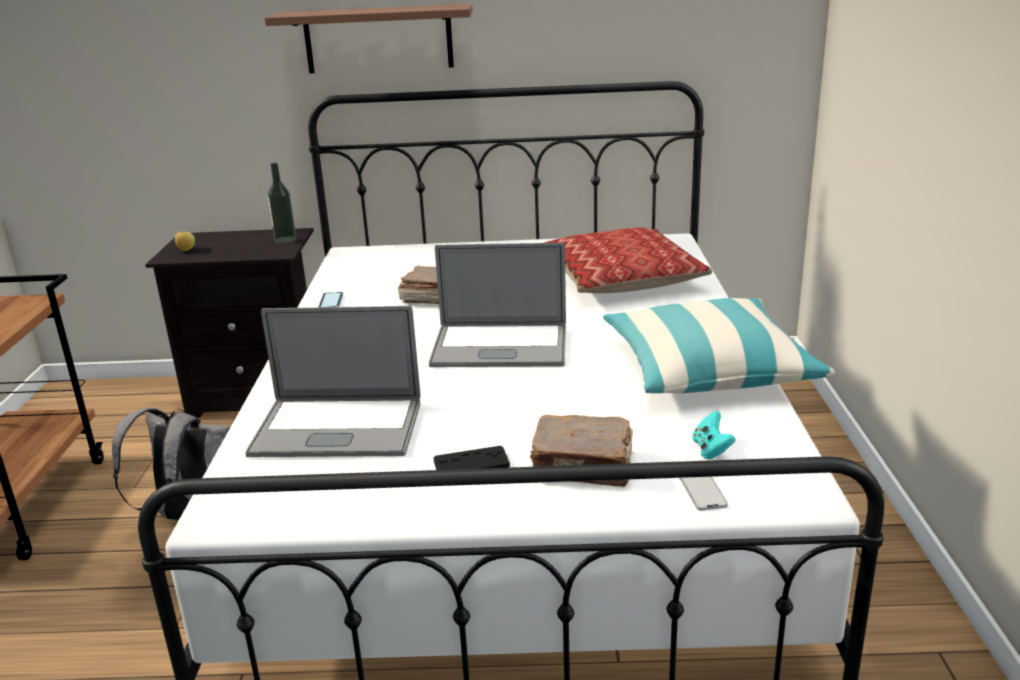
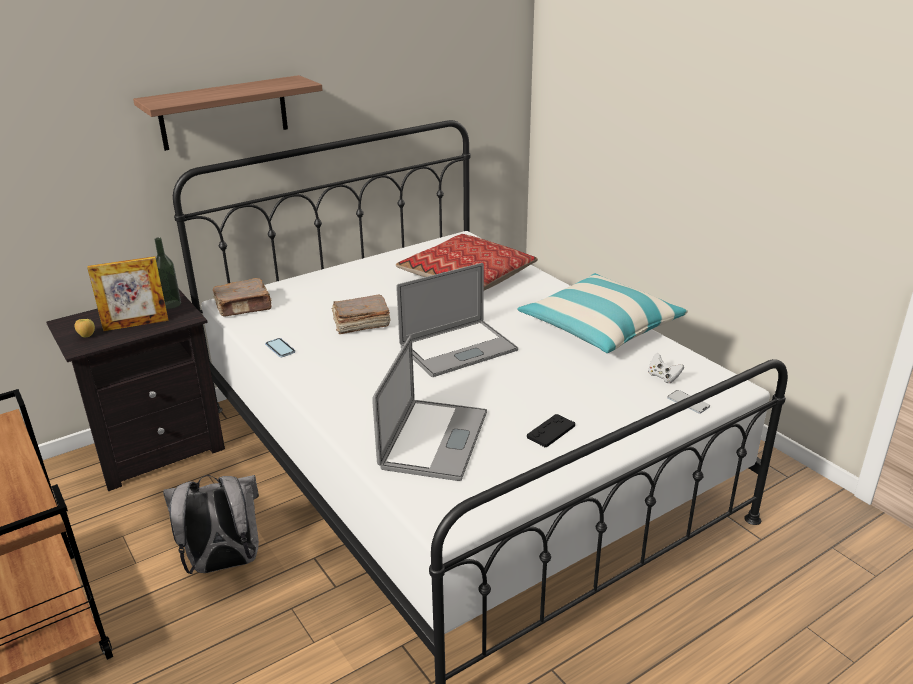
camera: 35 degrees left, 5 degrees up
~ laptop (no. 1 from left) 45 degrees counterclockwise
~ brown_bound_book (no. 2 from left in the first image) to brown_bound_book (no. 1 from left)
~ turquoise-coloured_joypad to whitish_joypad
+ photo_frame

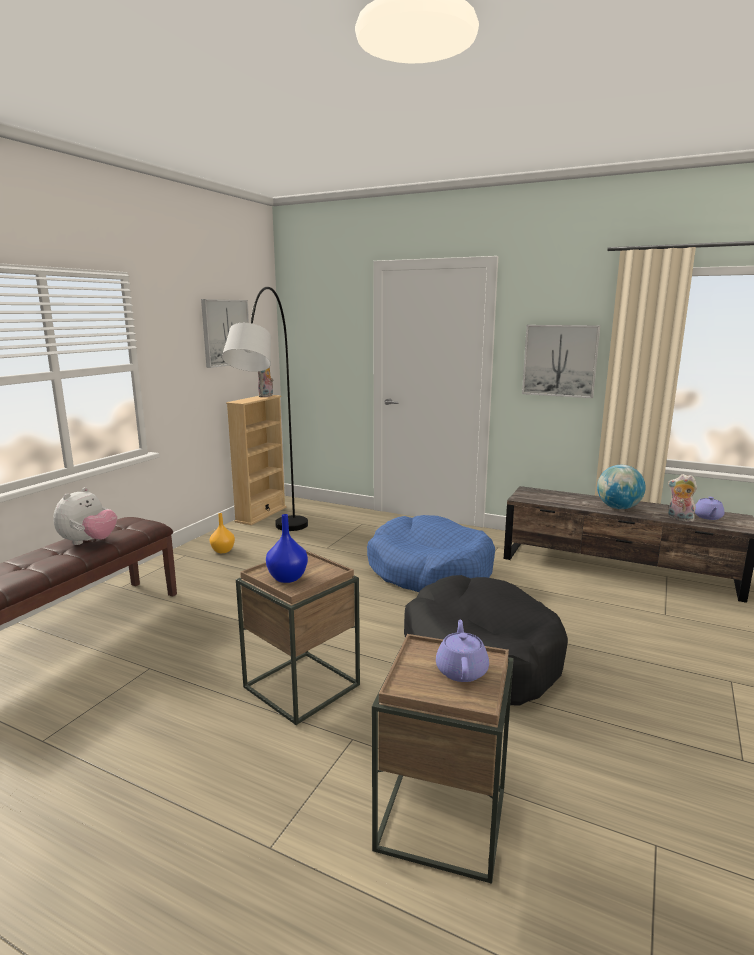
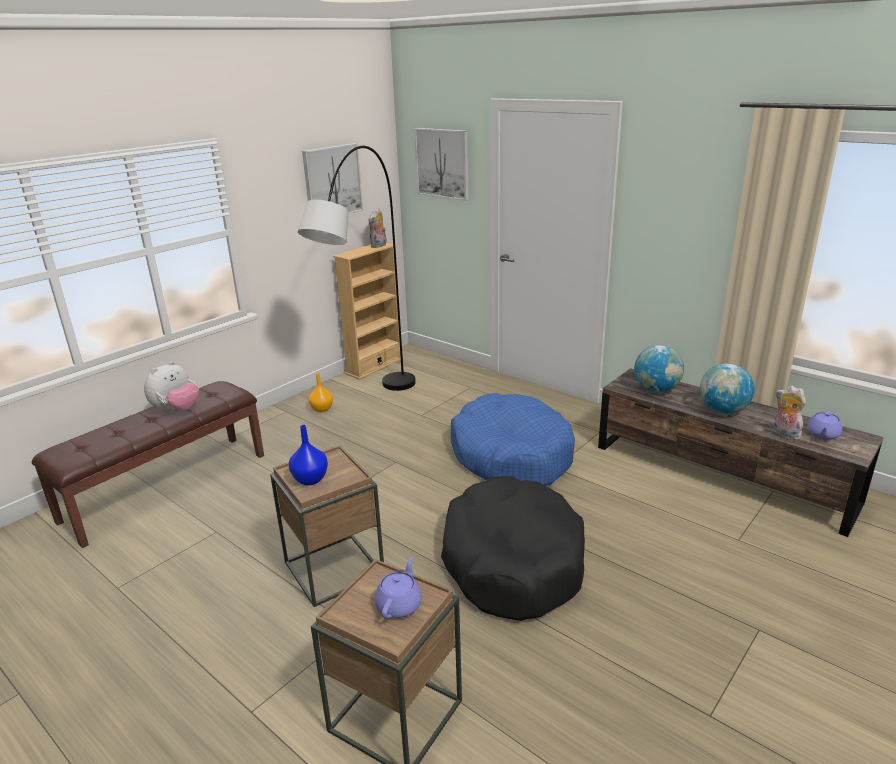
camera: 15 degrees right, 10 degrees up
~ wall_picture (no. 2 from left)
+ world_globe (no. 1 from left)

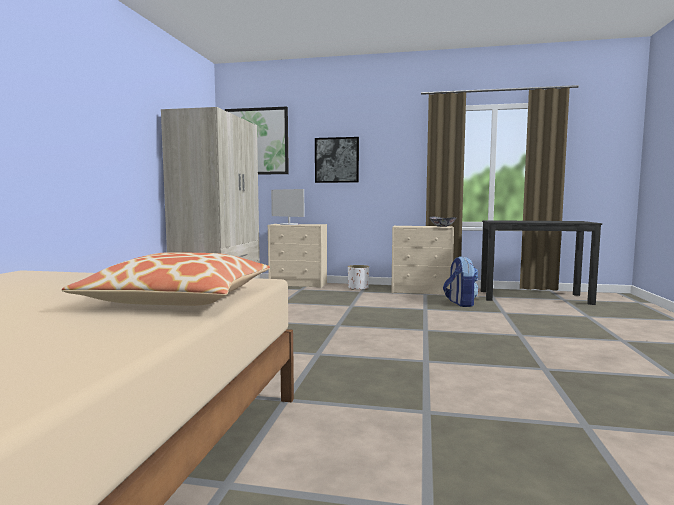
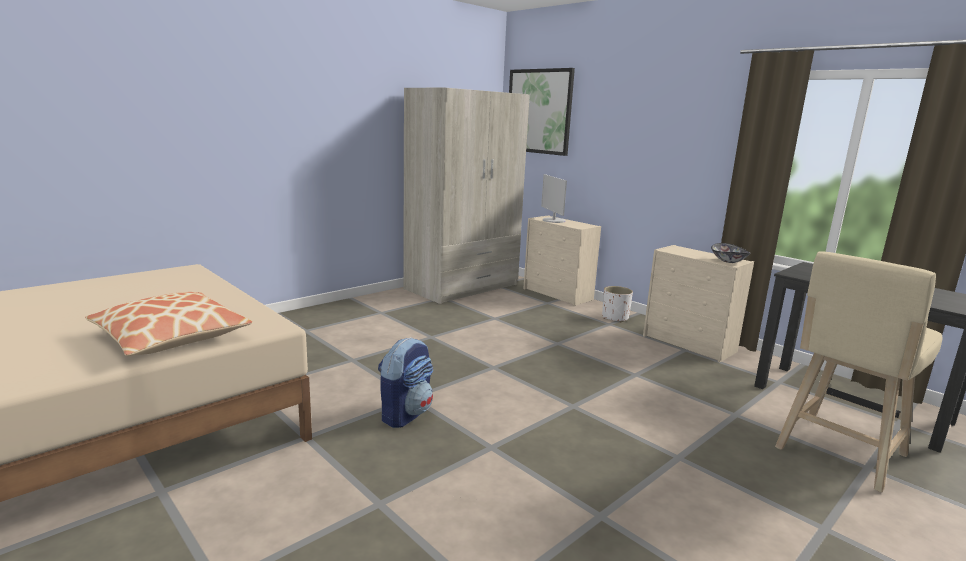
camera: 35 degrees right, 10 degrees up
- wall_picture (no. 2 from left)
~ rucksack
+ sand-coloured_stool_seat

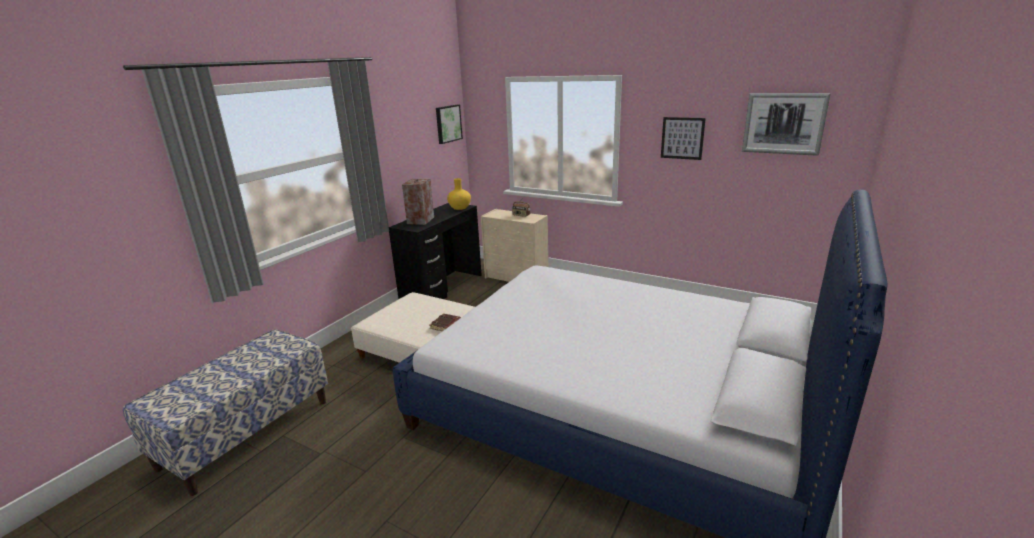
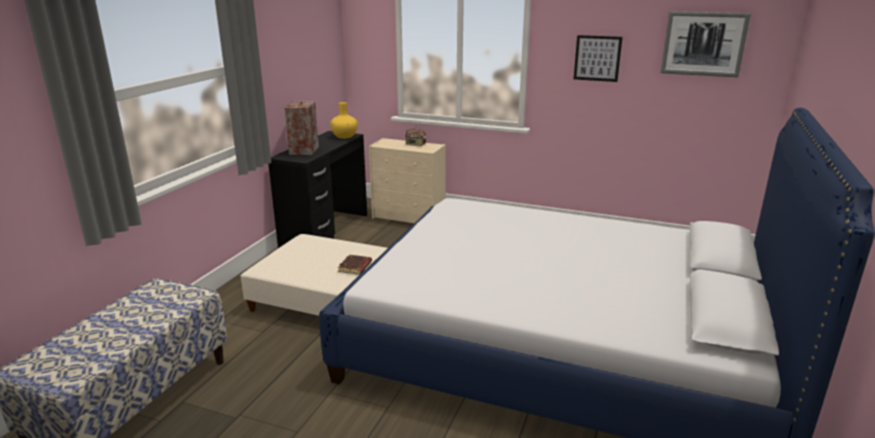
camera: 10 degrees left, 0 degrees up
- wall_picture (no. 1 from left)

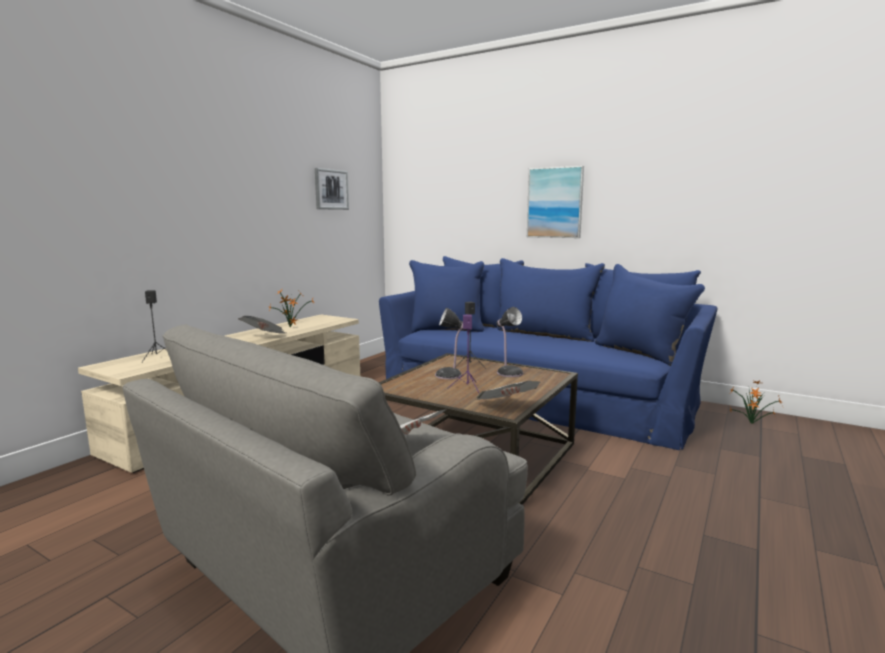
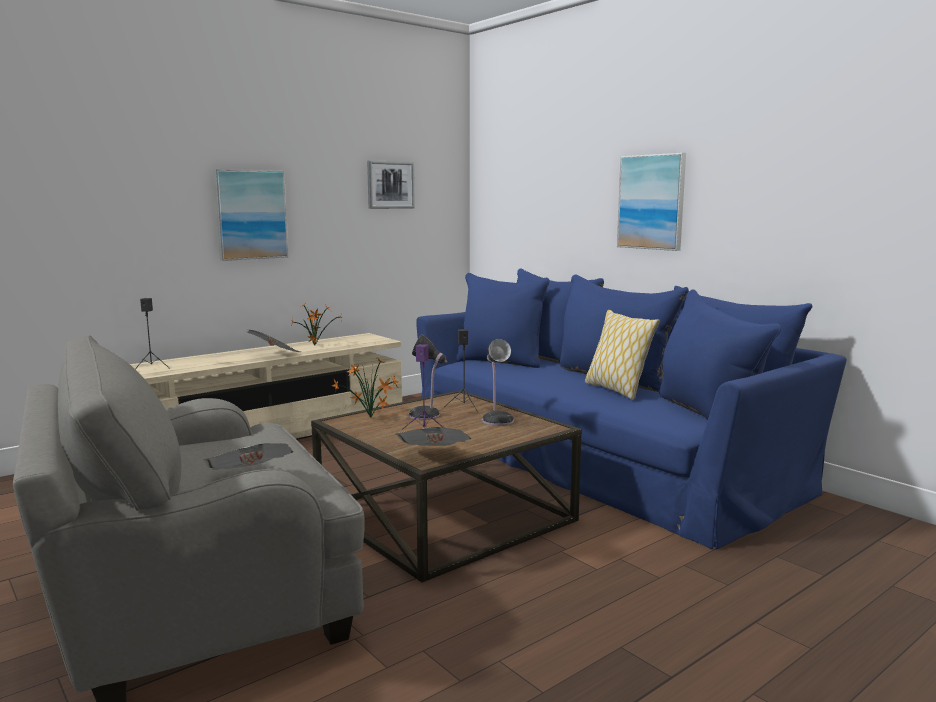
camera: 20 degrees right, 0 degrees up
~ houseplant (no. 2 from left)
+ wall_picture (no. 1 from left)
+ pillow

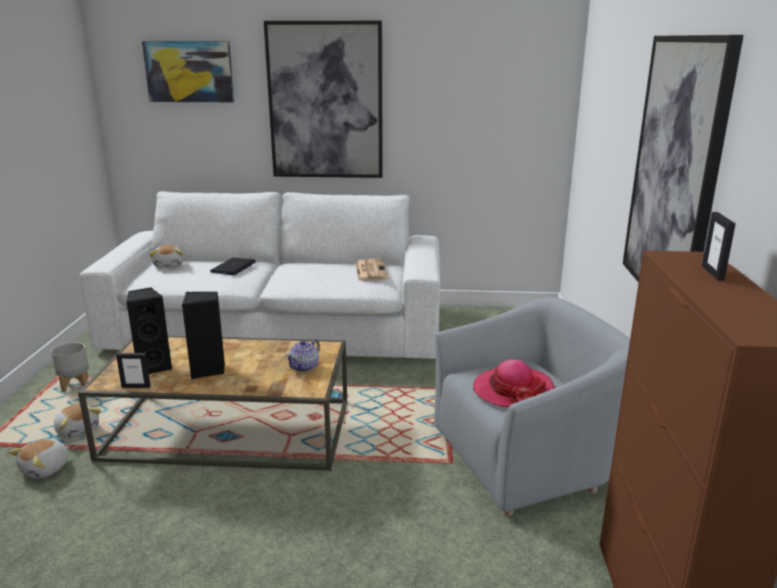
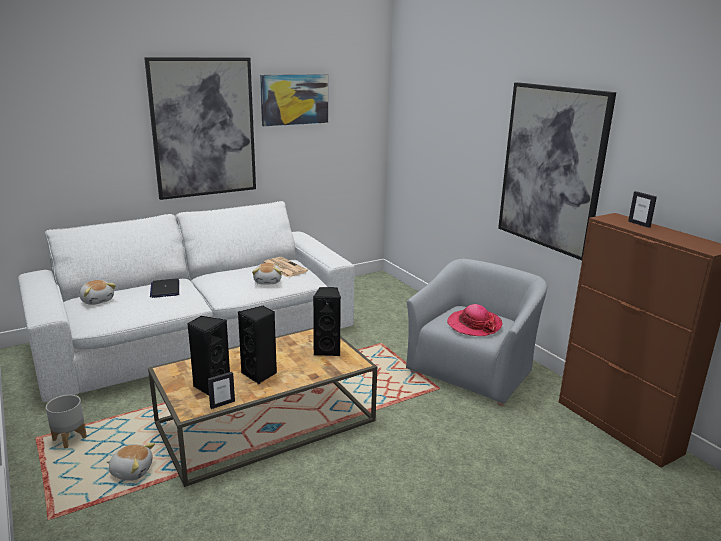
camera: 35 degrees left, 0 degrees up
~ plush_toy (no. 1 from left in the first image) to plush_toy (no. 3 from left)
~ wall_picture (no. 1 from left in the first image) to wall_picture (no. 2 from left)
~ pot_for_tea to black_speaker (no. 3 from left)

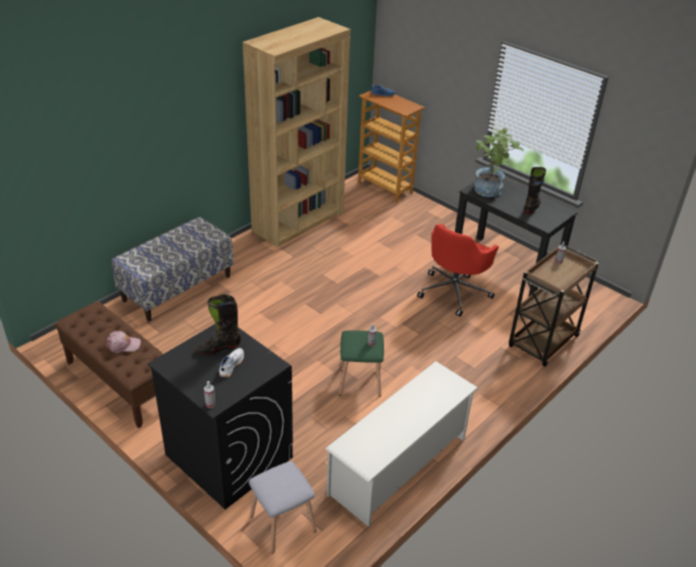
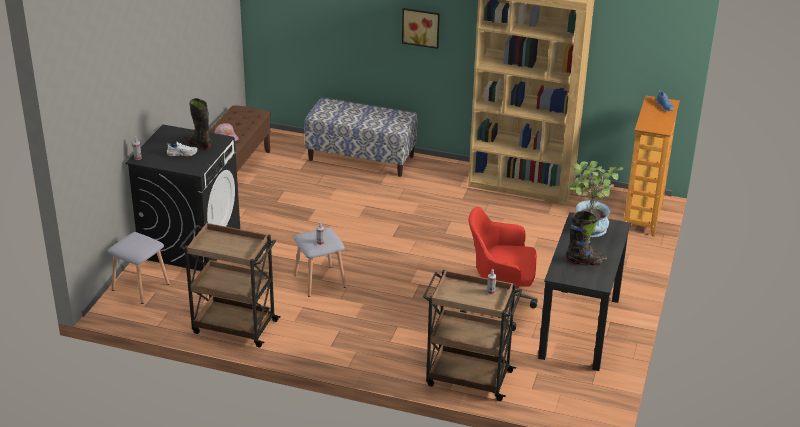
camera: 65 degrees right, 5 degrees down
~ whitish_shoe_rack to brown_trolley (no. 1 from left)
~ greenish_stool_seat to grey_stool_seat (no. 2 from left)
+ wall_picture

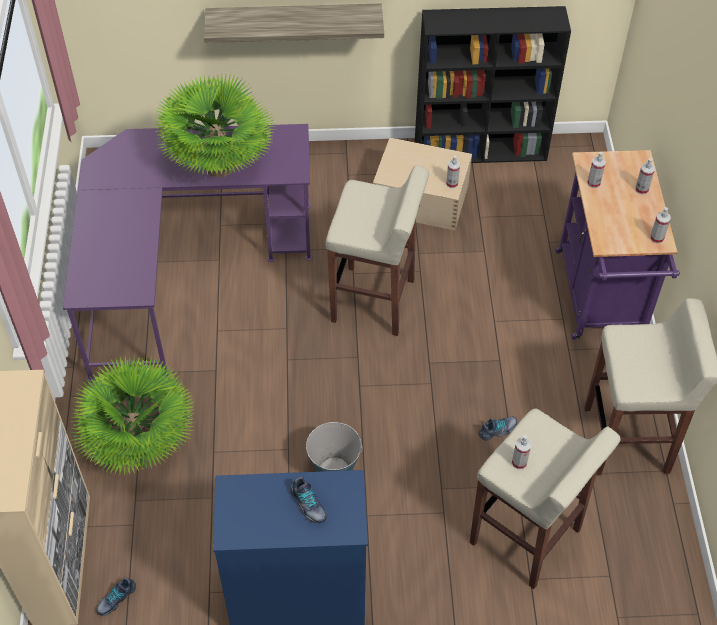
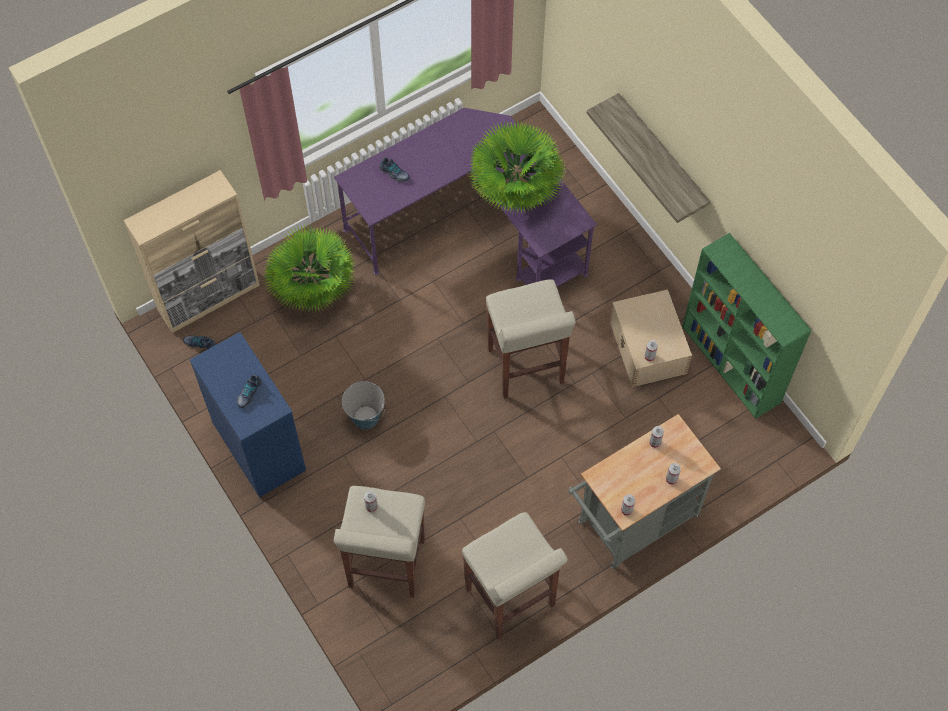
camera: 60 degrees right, 10 degrees up
~ black_shelving_unit to greenish_shelving_unit
~ low_shoe (no. 3 from left)
~ purple_trolley to grey_trolley

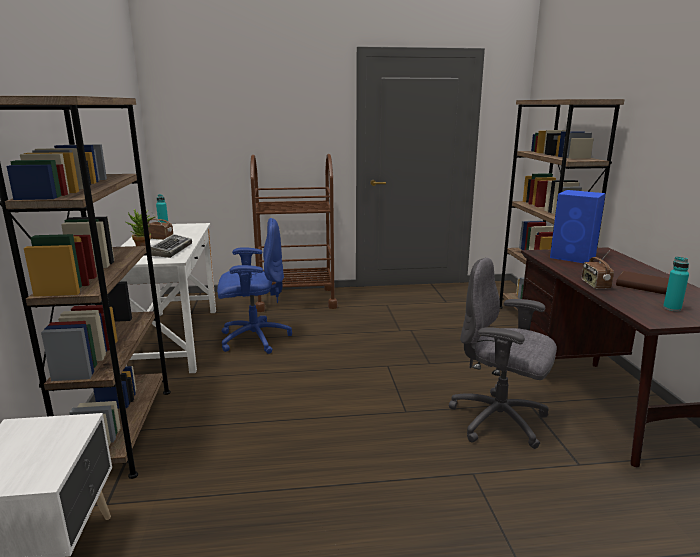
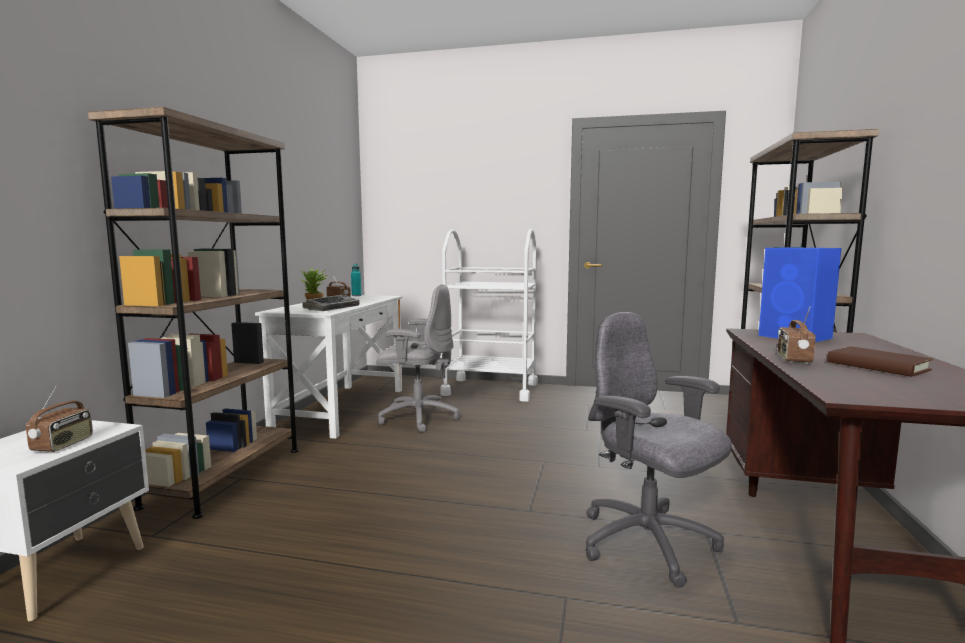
camera: 20 degrees right, 10 degrees down
~ blue-coloured_office_chair to grey_office_chair (no. 1 from left)
~ brown_trolley to whitish_trolley
- turquoise-coloured_bottle (no. 2 from left)
+ radio_set (no. 1 from left)

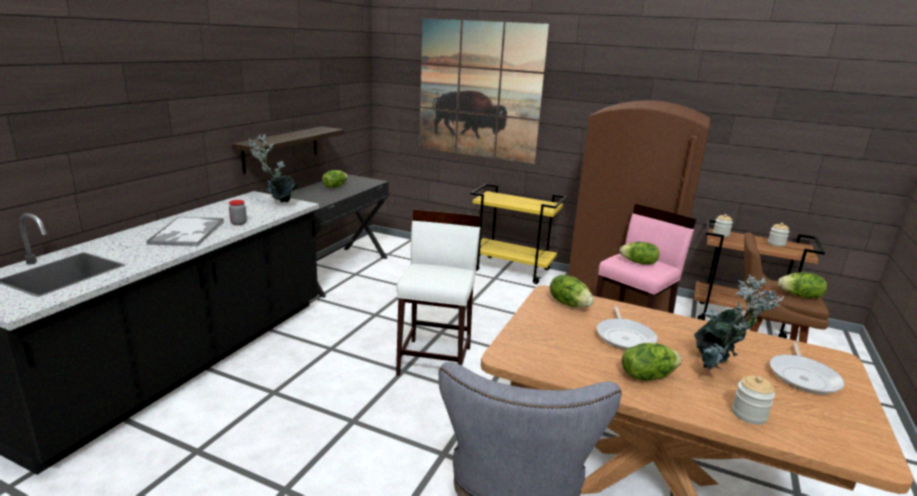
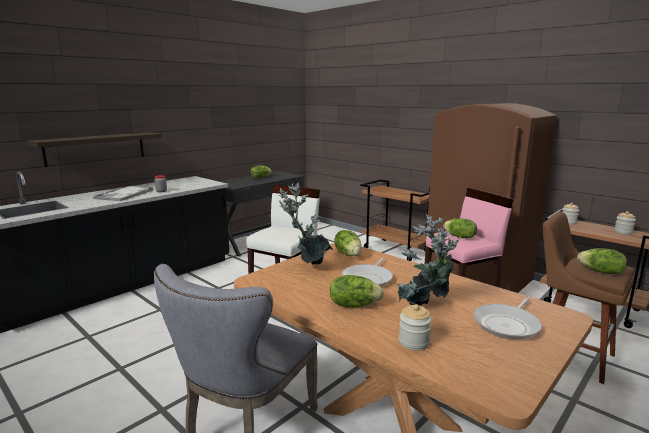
camera: 20 degrees right, 5 degrees down
~ bracket_shelf
~ houseplant (no. 1 from left)
- wall_picture
~ yellow_trolley to brown_trolley (no. 1 from left)

